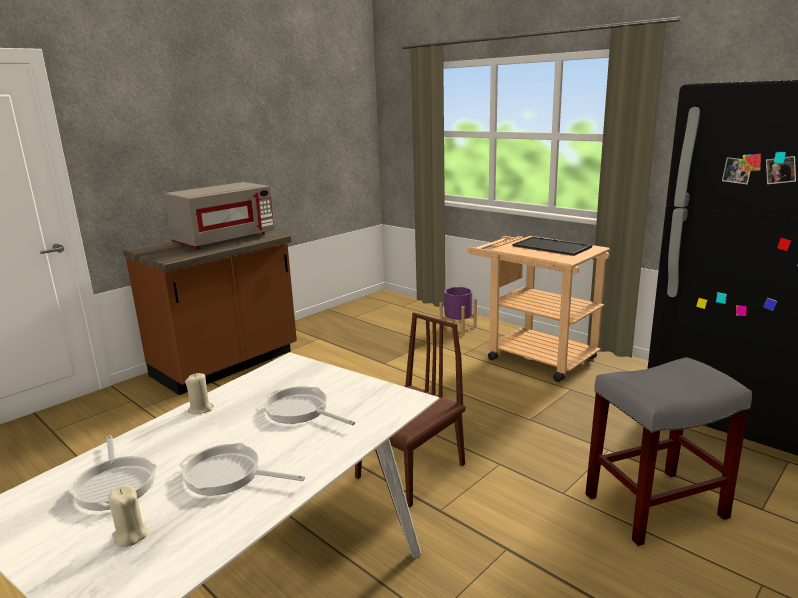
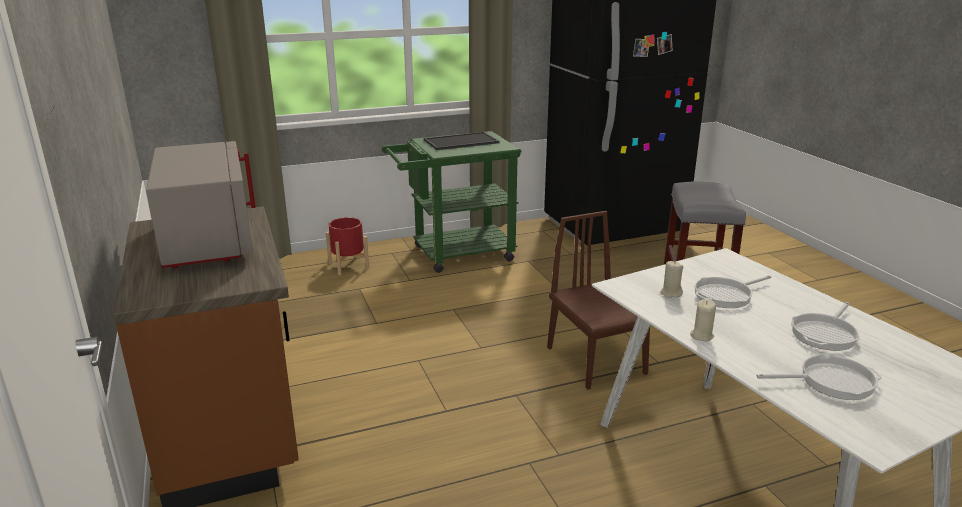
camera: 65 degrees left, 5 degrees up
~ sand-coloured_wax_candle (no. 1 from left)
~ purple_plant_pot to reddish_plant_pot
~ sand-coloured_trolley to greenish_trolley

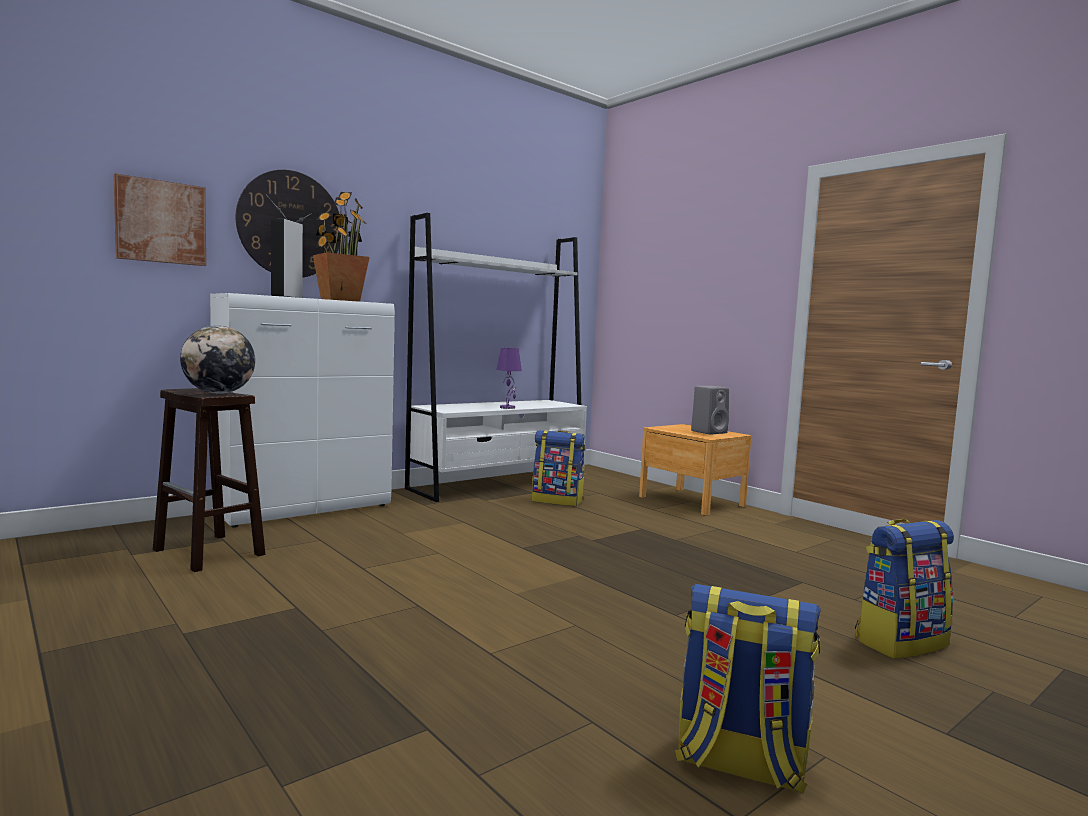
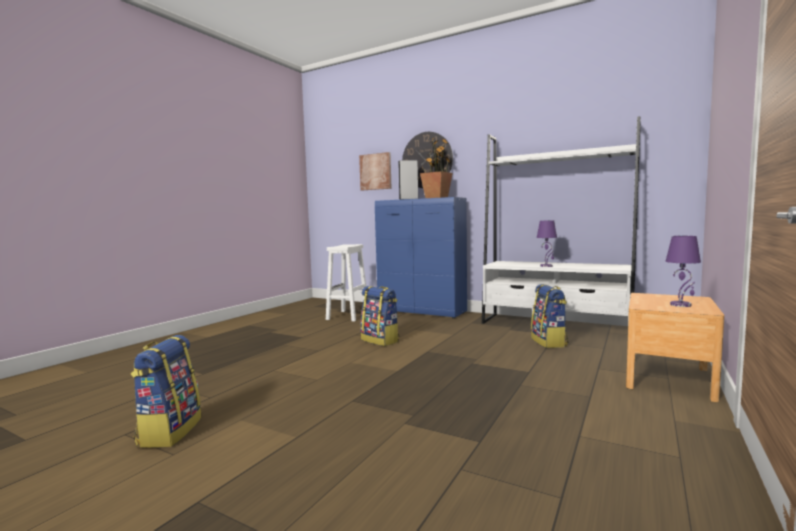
camera: 70 degrees right, 0 degrees up
~ brown_stool_seat to whitish_stool_seat
- world_globe
~ whitish_cabinet to blue-coloured_cabinet
~ grey_speaker (no. 2 from left) to purple_table_lamp (no. 2 from left)
~ rucksack (no. 3 from left in the first image) to rucksack (no. 2 from left)

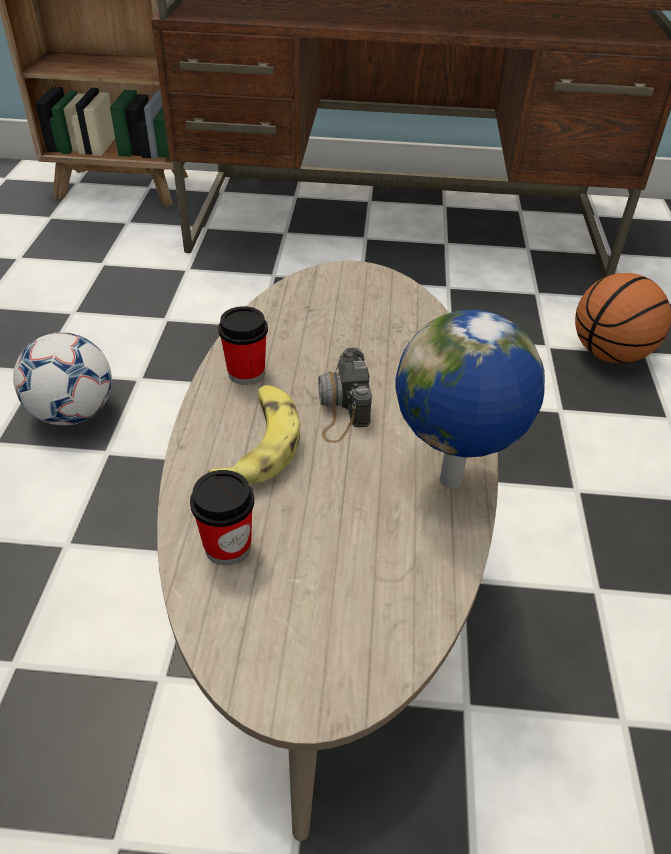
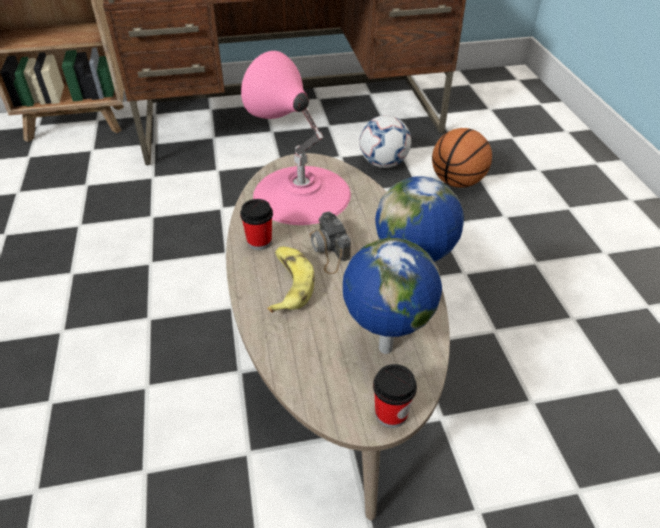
camera: 15 degrees left, 0 degrees up
~ football
~ cup (no. 1 from left in the first image) to cup (no. 2 from left)
+ pink-coloured_table_lamp
+ world_globe (no. 1 from left)

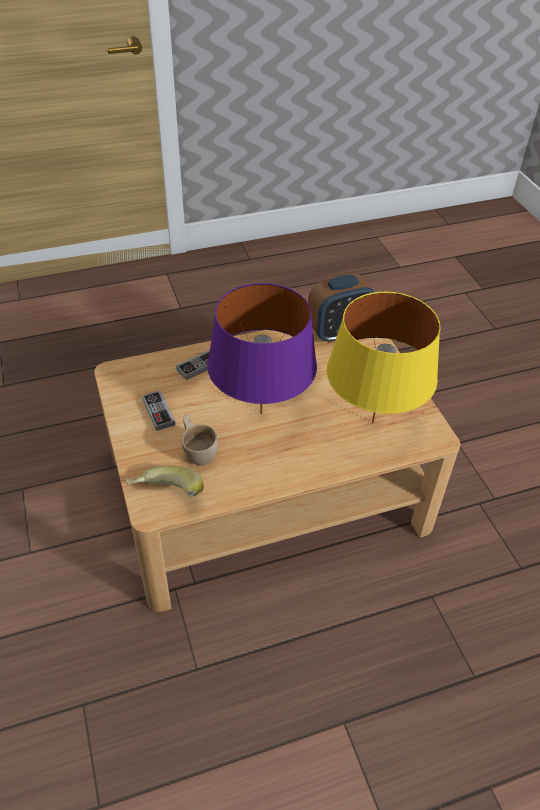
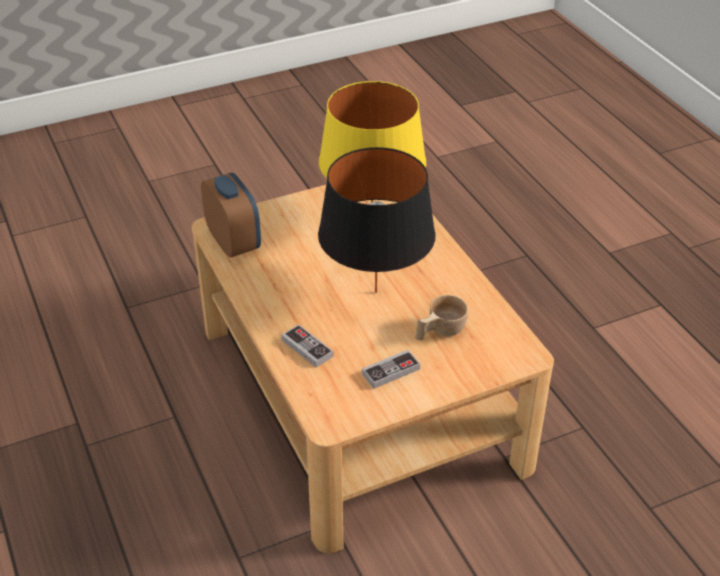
camera: 95 degrees left, 5 degrees down
- banana_fruit
~ purple_table_lamp to black_table_lamp

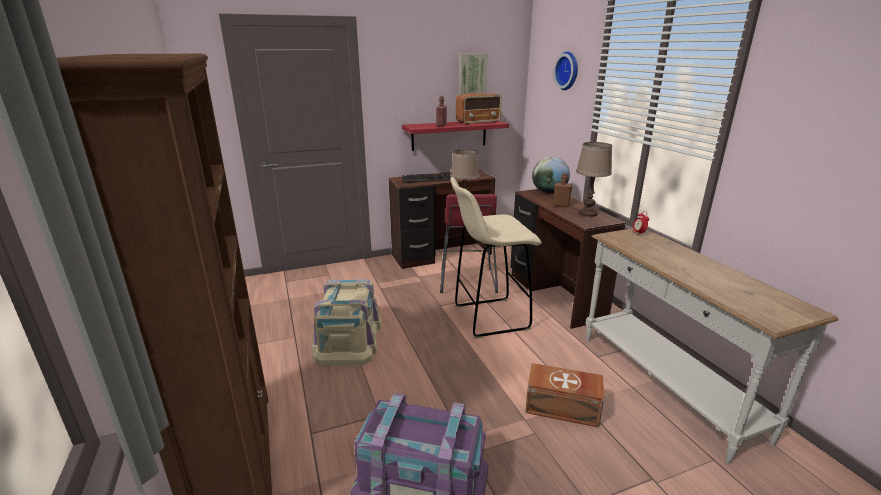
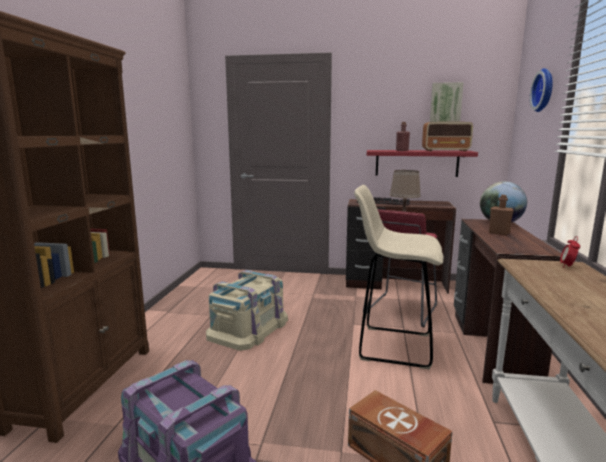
camera: 30 degrees right, 10 degrees down
- brown_table_lamp (no. 2 from left)

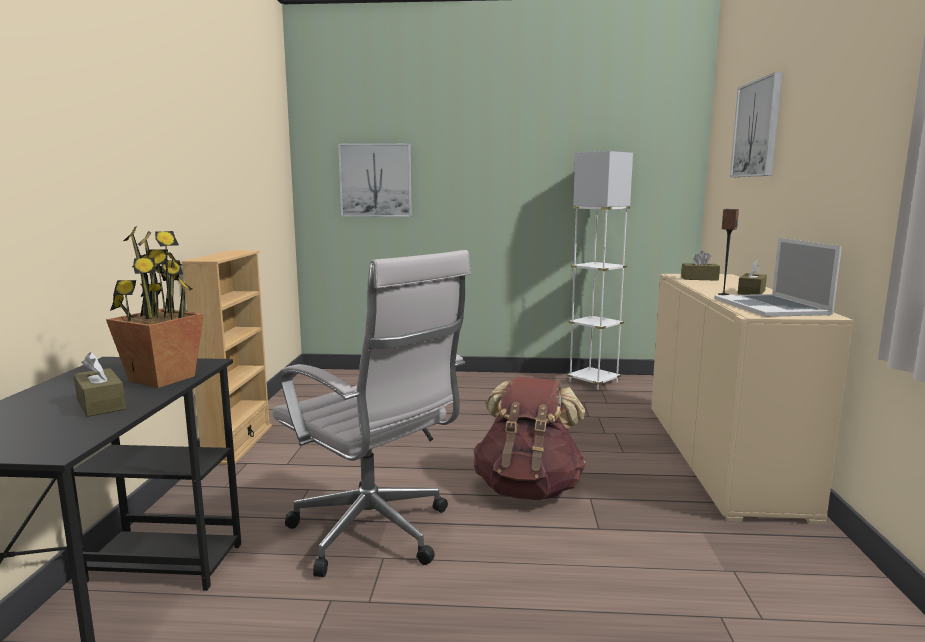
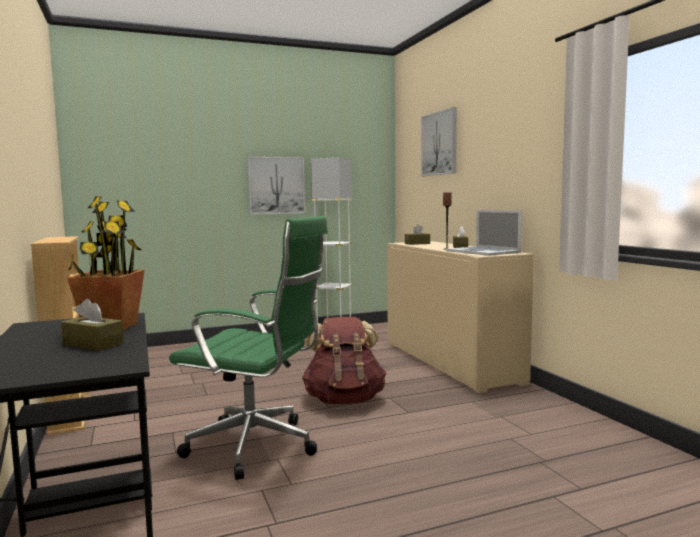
camera: 25 degrees left, 5 degrees down
~ whitish_office_chair to greenish_office_chair
~ wall_picture (no. 1 from left)

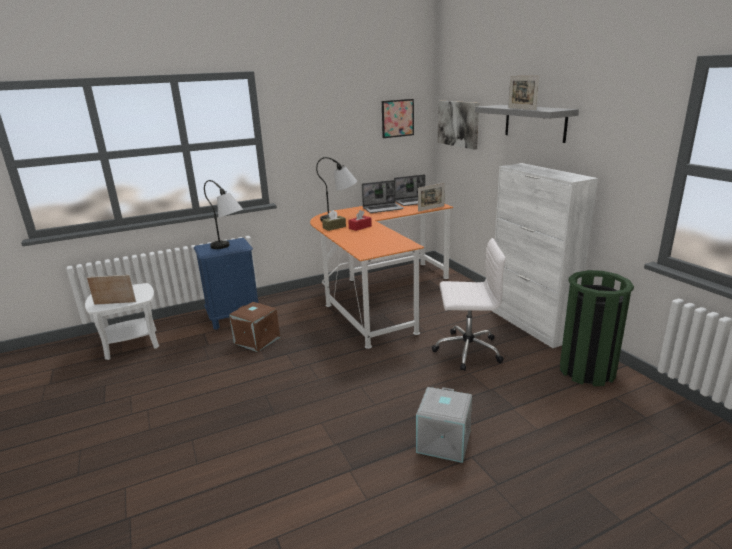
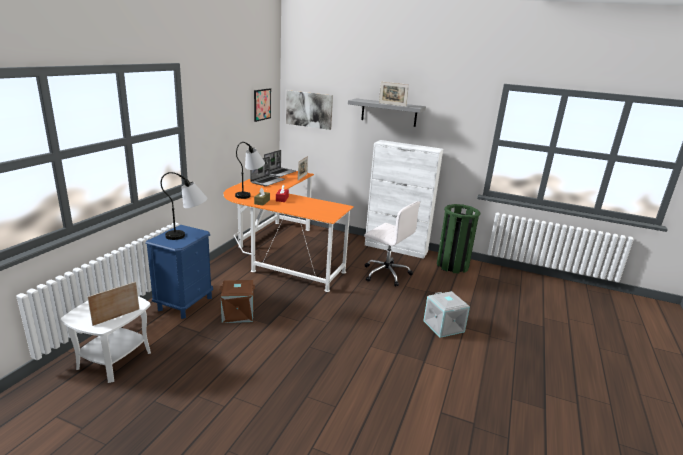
camera: 45 degrees left, 0 degrees up
~ whitish_office_chair 75 degrees clockwise

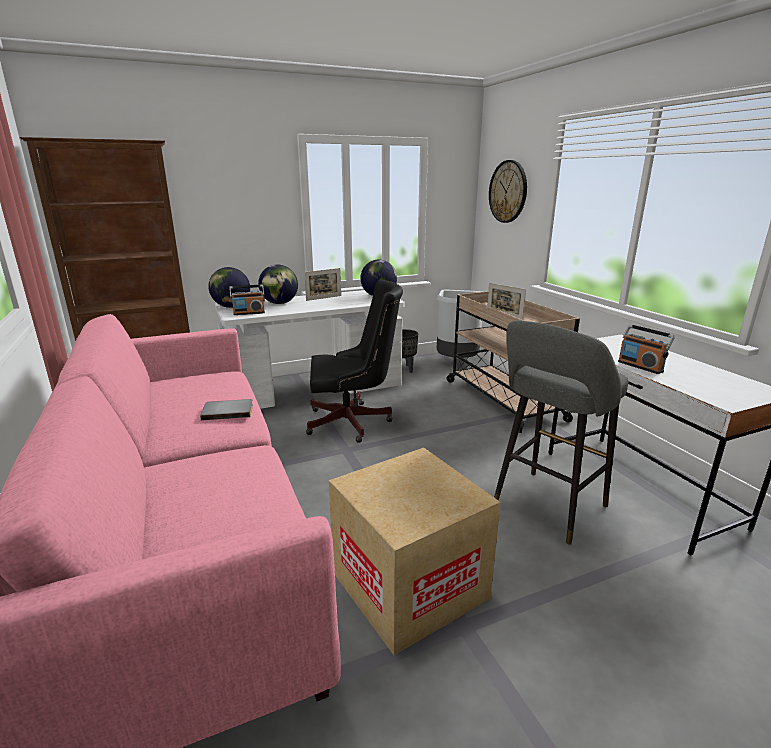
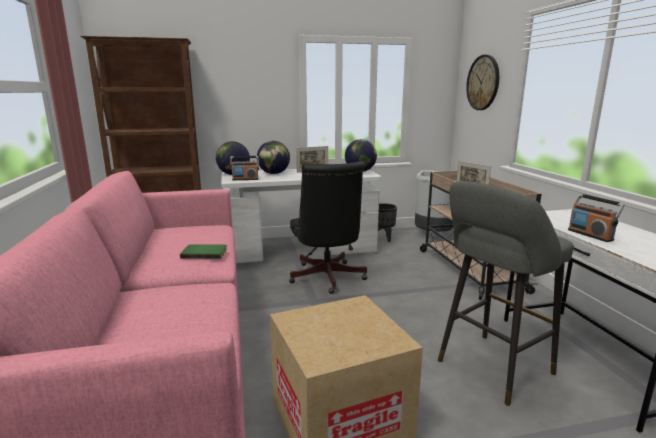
camera: 10 degrees right, 5 degrees down
~ grey_bound_book to greenish_bound_book
~ black_office_chair 75 degrees clockwise

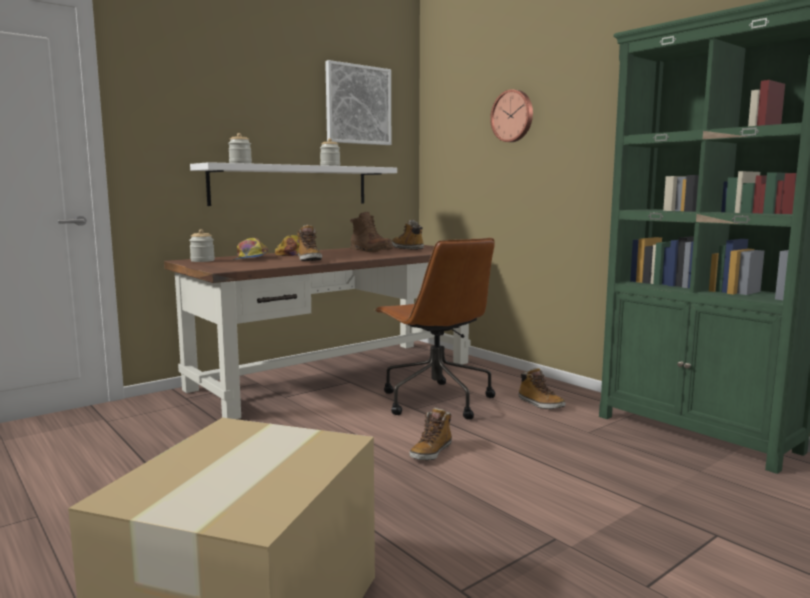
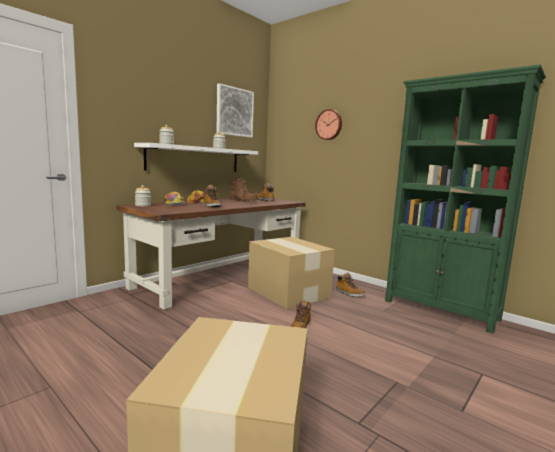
camera: 10 degrees left, 0 degrees up
~ brown_office_chair to packing_box (no. 2 from left)

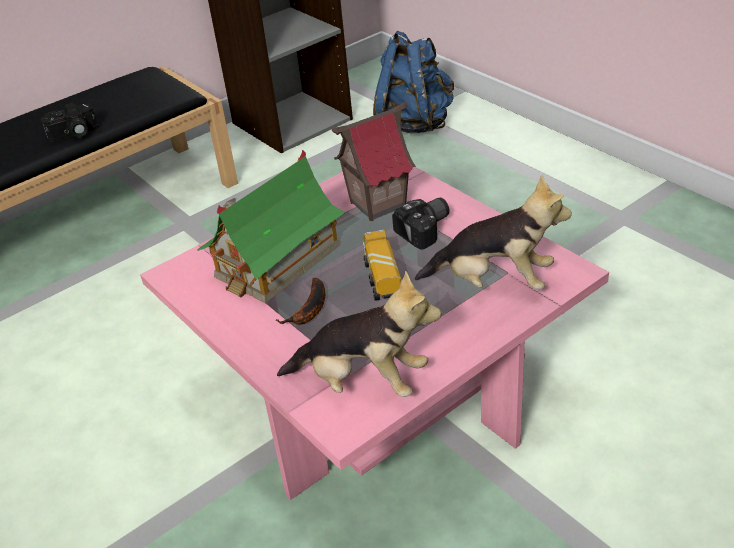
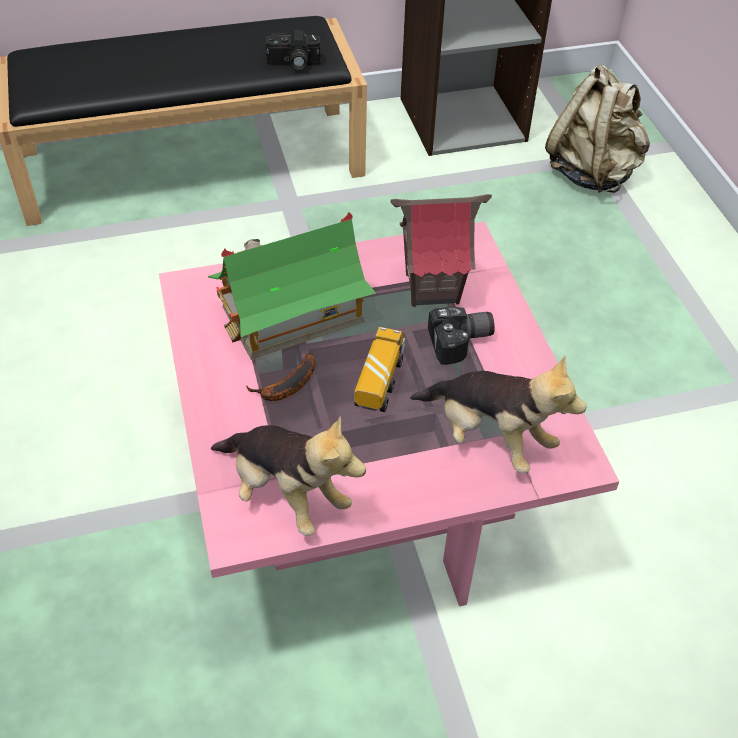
camera: 20 degrees right, 10 degrees up
~ still_camera (no. 1 from left)
~ blue-coloured_rucksack to sand-coloured_rucksack

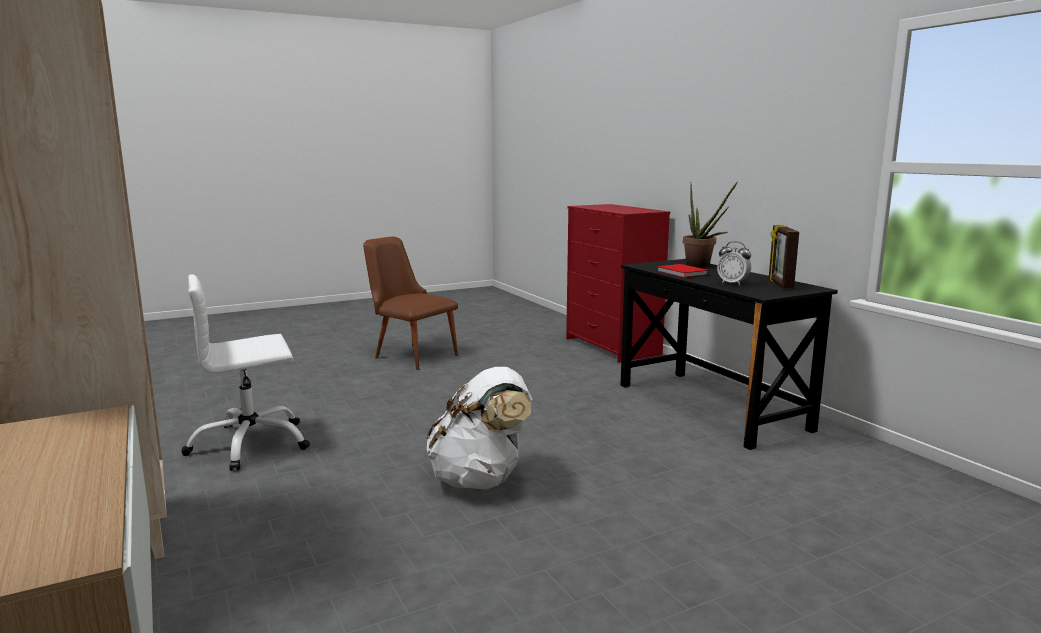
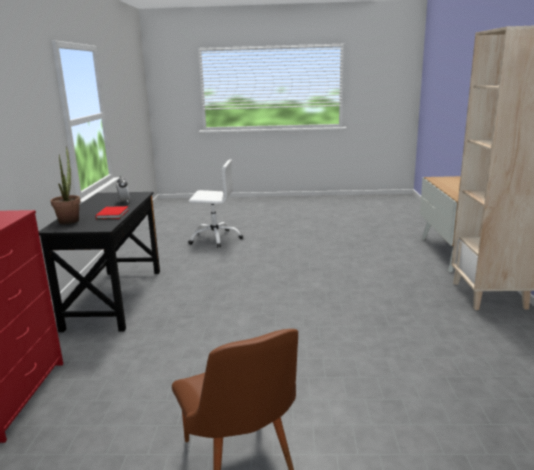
camera: 150 degrees left, 5 degrees up
~ whitish_office_chair
- whitish_rucksack
- photo_frame

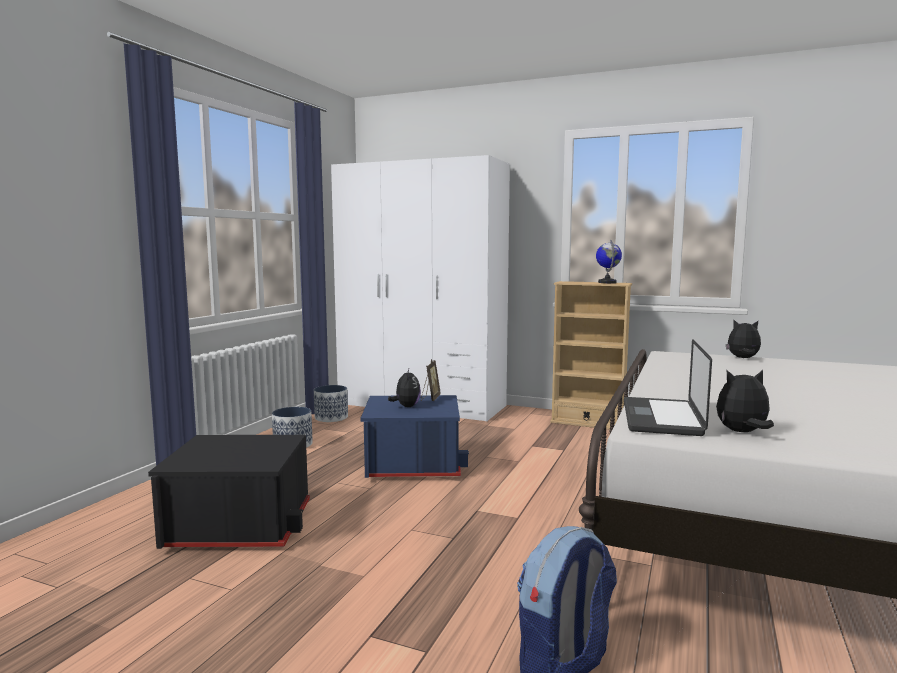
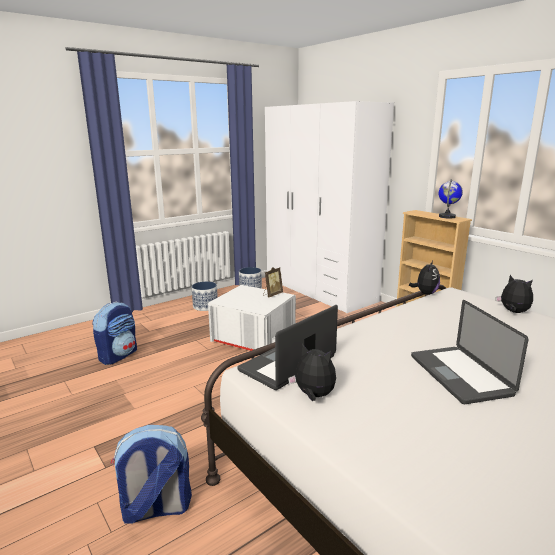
camera: 30 degrees right, 10 degrees up
~ black_storage_box to rucksack (no. 1 from left)
~ blue-coloured_storage_box to whitish_storage_box
~ plush_toy (no. 1 from left in the first image) to plush_toy (no. 2 from left)
+ laptop (no. 2 from left)

